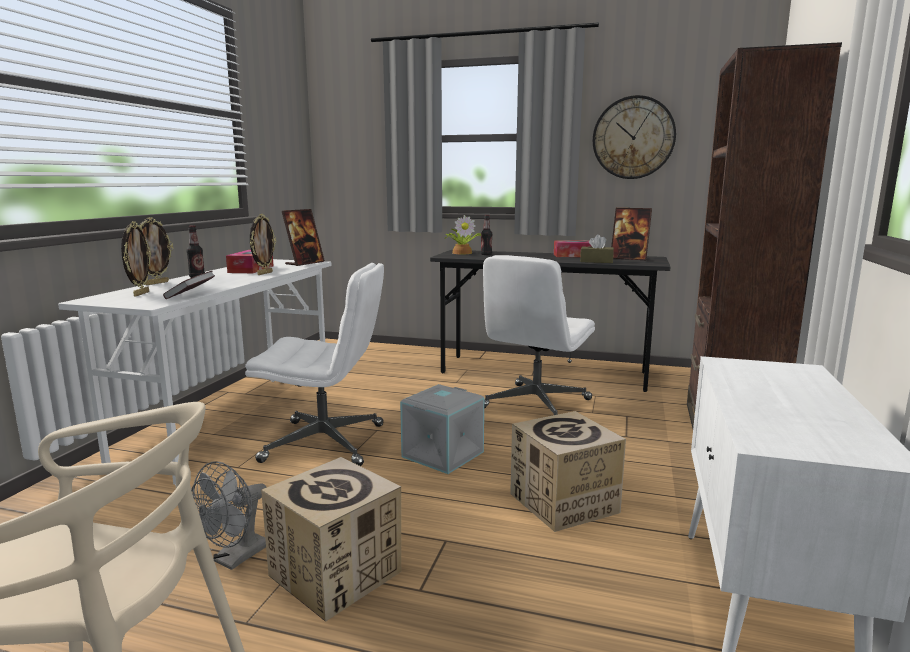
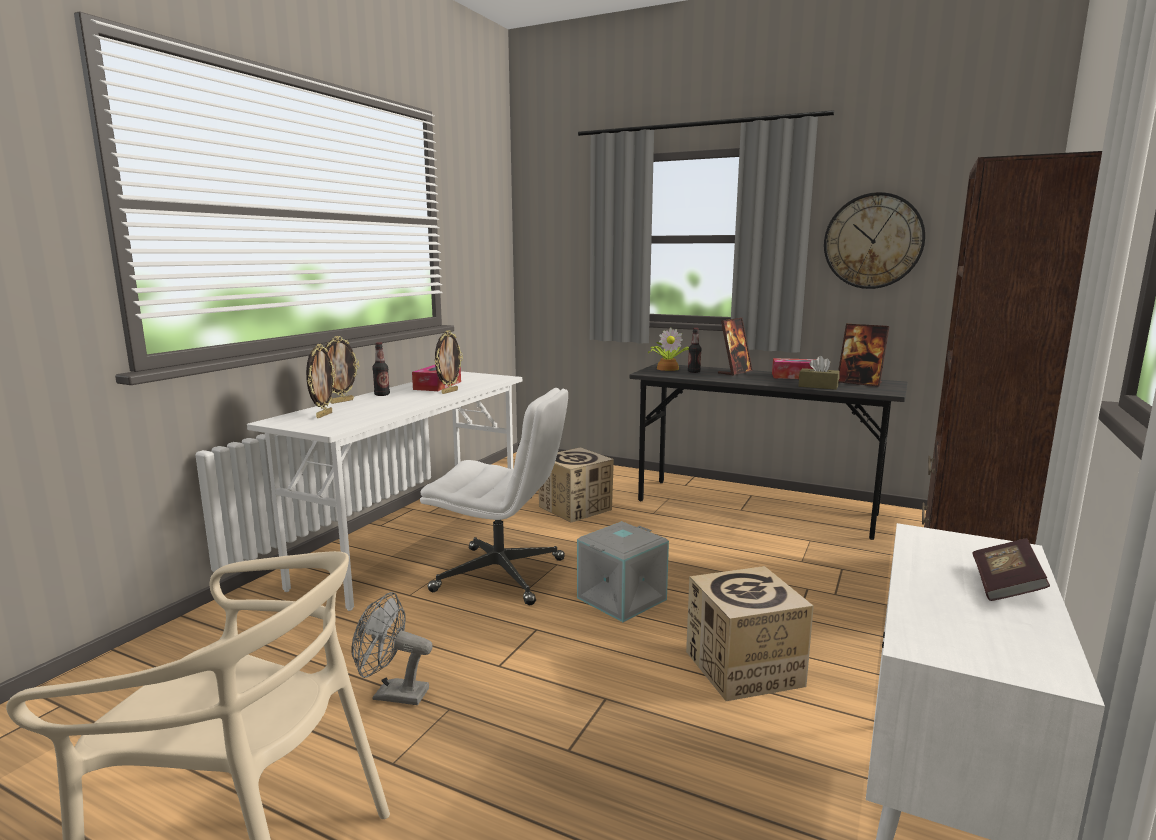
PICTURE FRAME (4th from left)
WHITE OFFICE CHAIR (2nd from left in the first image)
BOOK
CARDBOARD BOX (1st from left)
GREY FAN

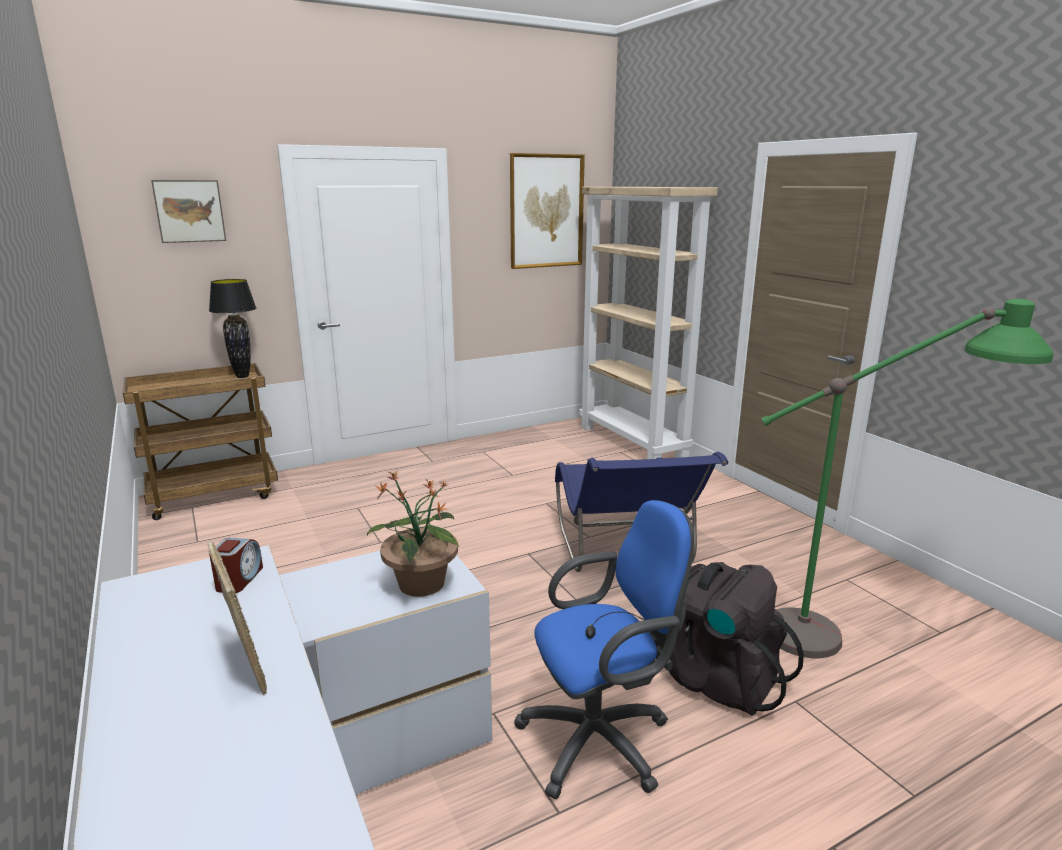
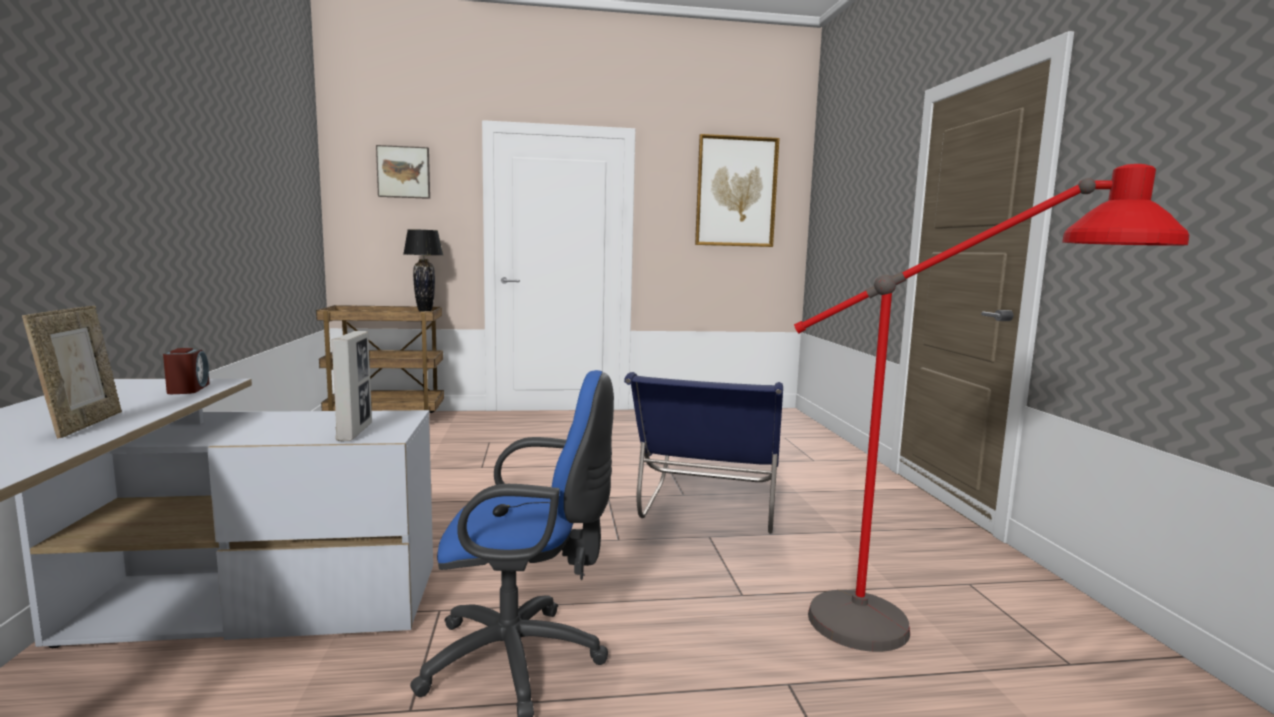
BEIGE BOOKCASE
RED FLOOR LAMP
PICTURE FRAME (2nd from left)
ALARM CLOCK
BLACK BACKPACK

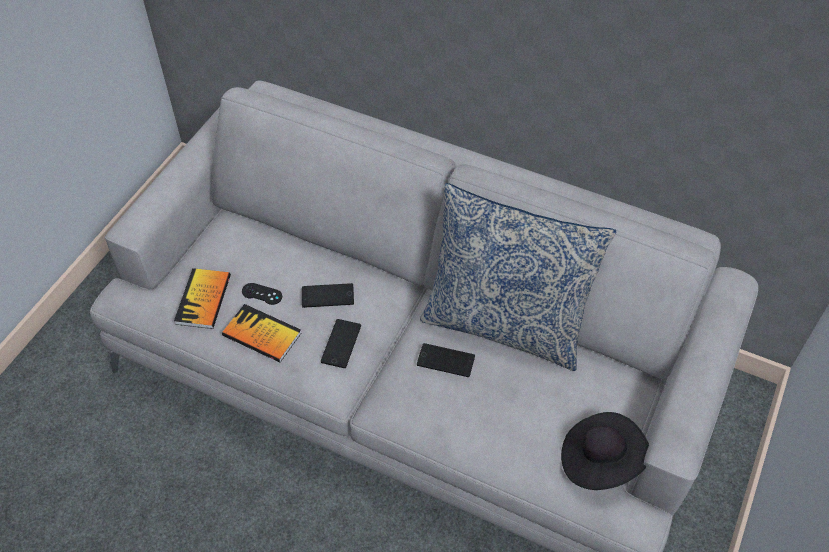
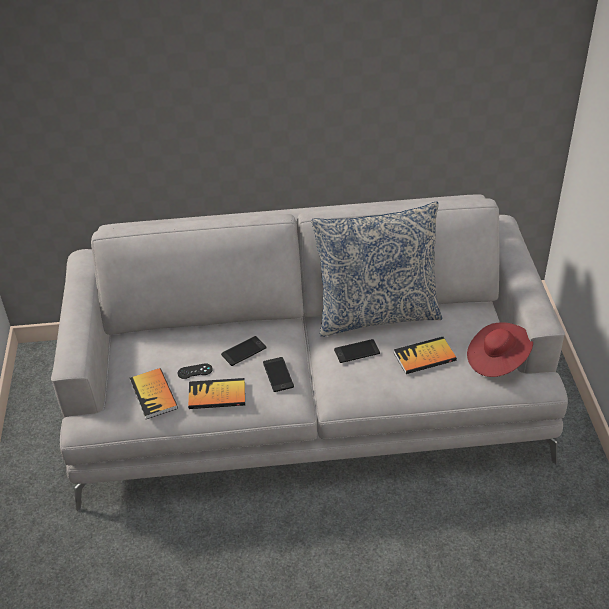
RED HAT
BOOK (3rd from left)

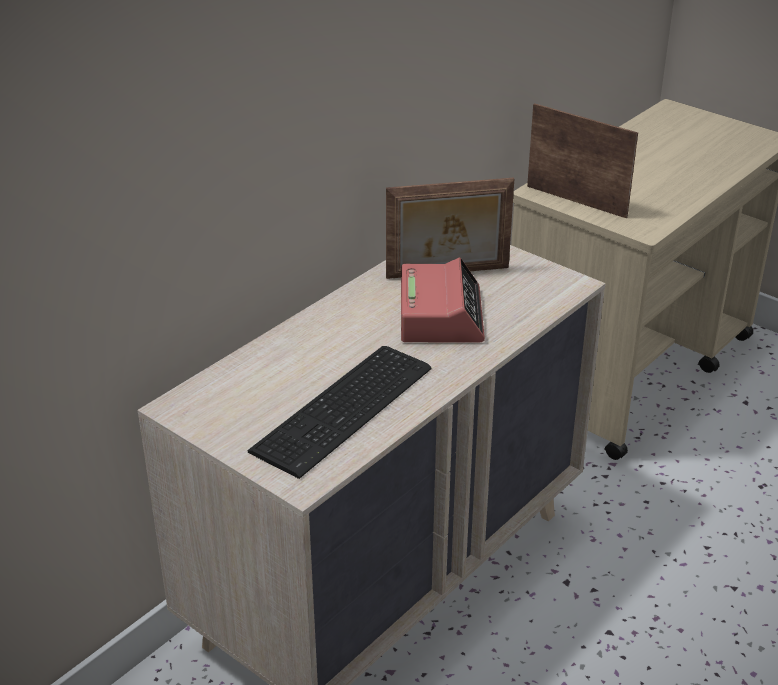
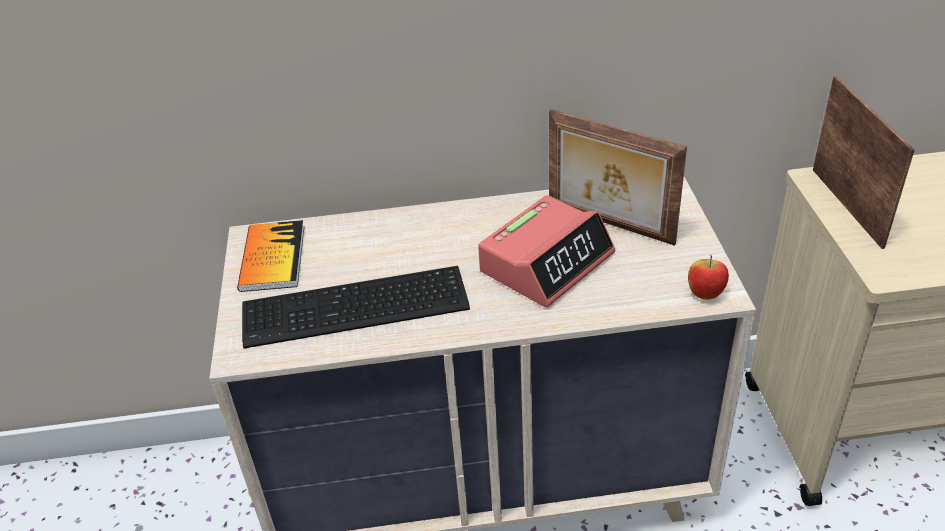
BOOK
APPLE

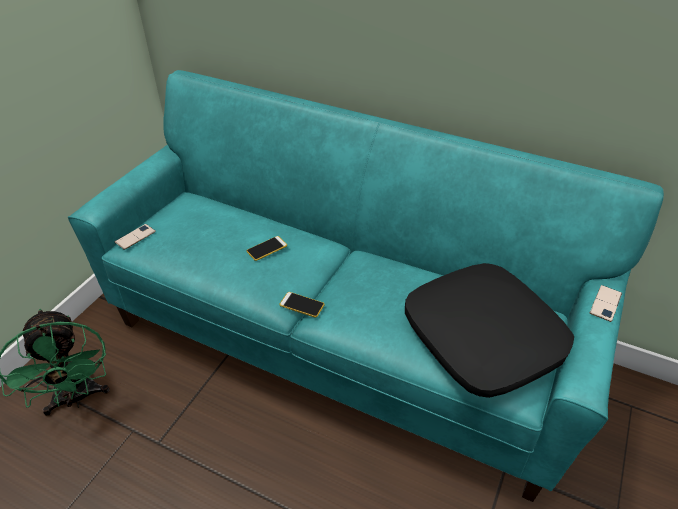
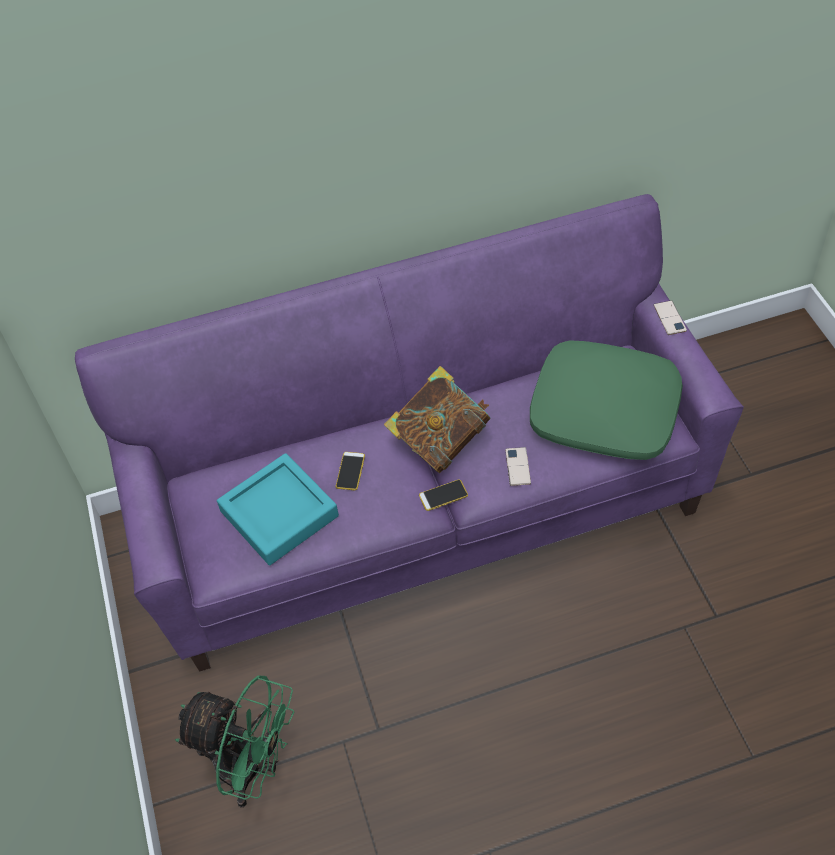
PURPLE SOFA
PHONE (3rd from left)
GREEN PILLOW
BOOK
TURQUOISE TRAY

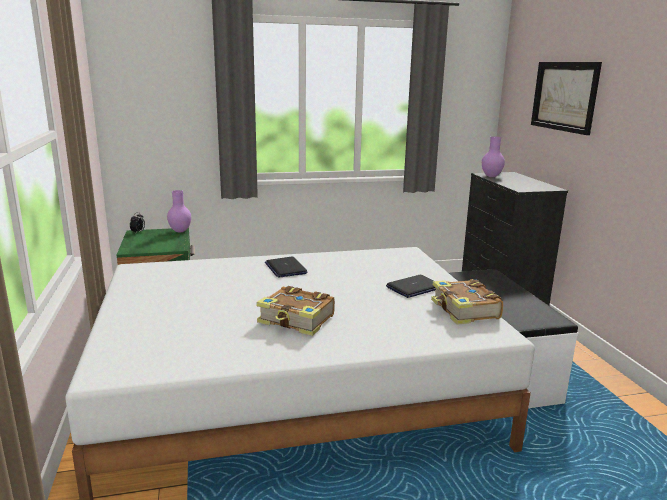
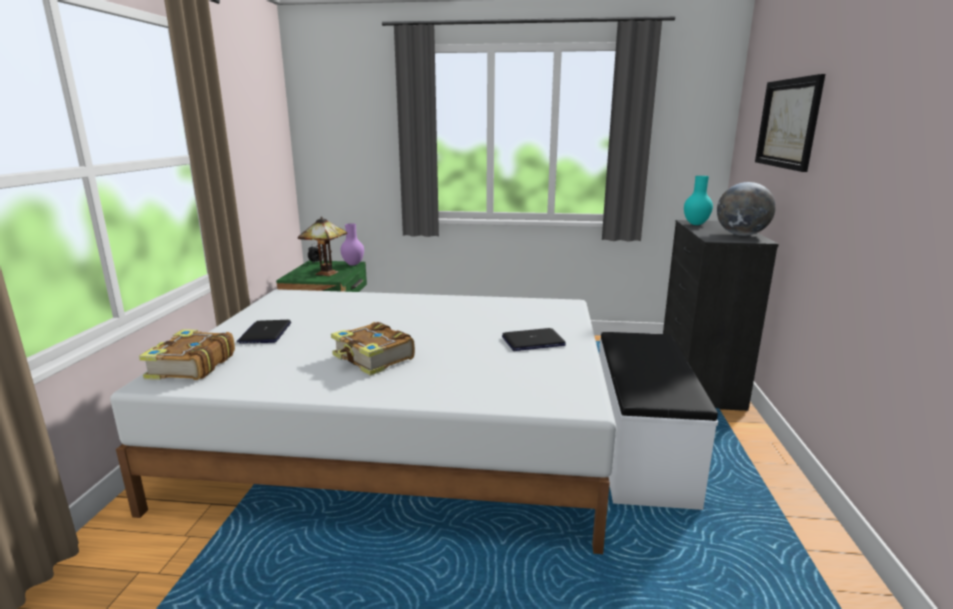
TURQUOISE VASE
LAPTOP (1st from left)
BOOK (1st from left)
GLOBE
TABLE LAMP

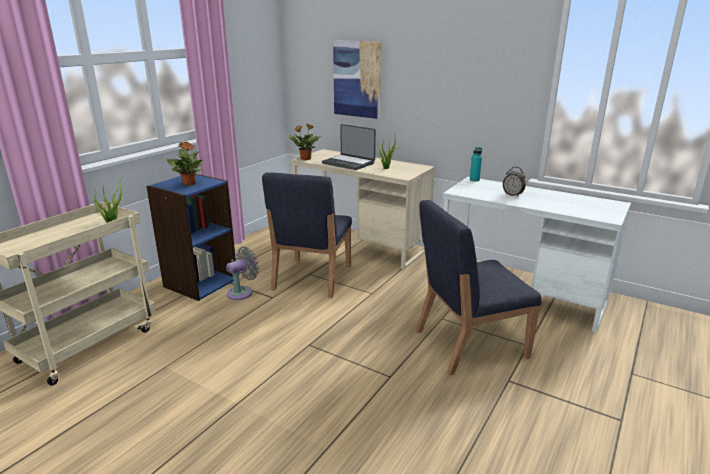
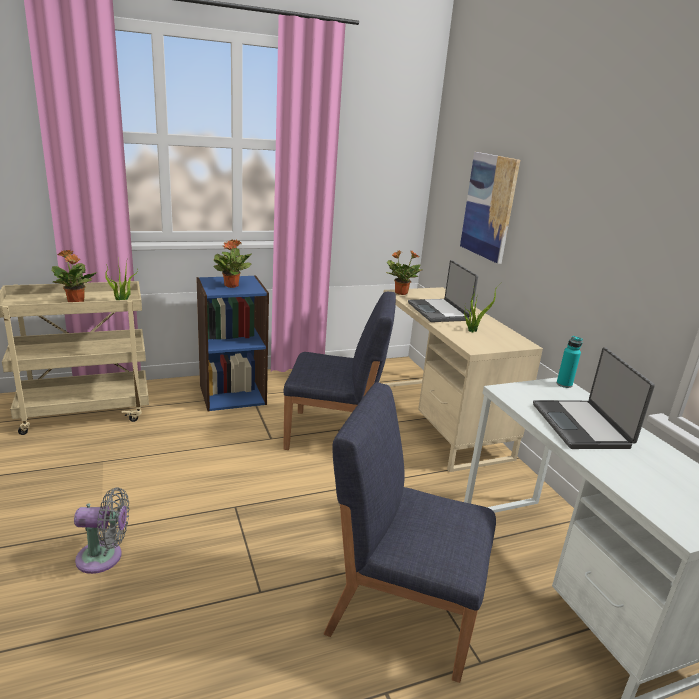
LAPTOP (2nd from left)
BLUE CHAIR (1st from left)
GREY FAN
POTTED PLANT (1st from left)

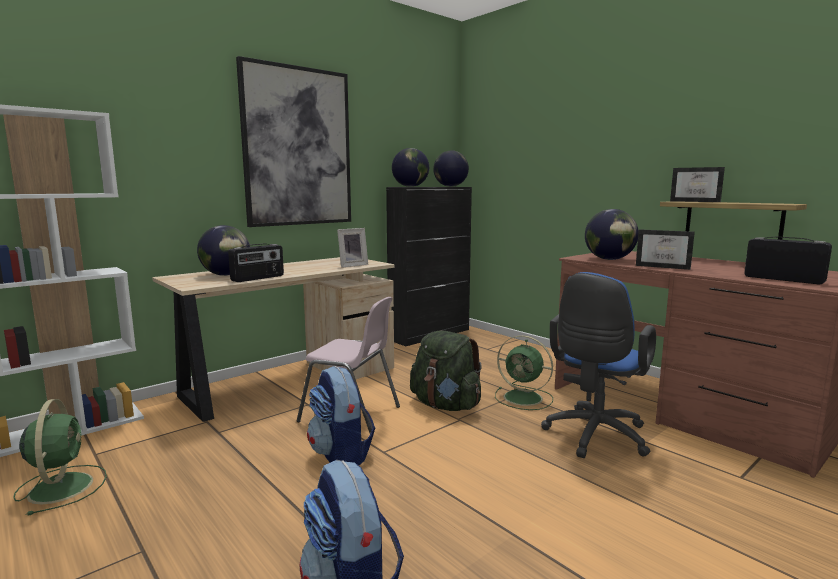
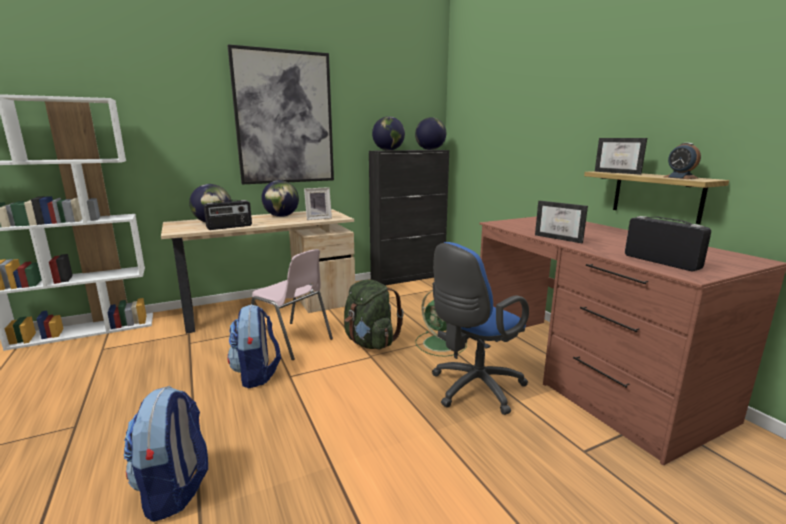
GLOBE (2nd from left)
GREEN FAN (1st from left in the first image)
ALARM CLOCK

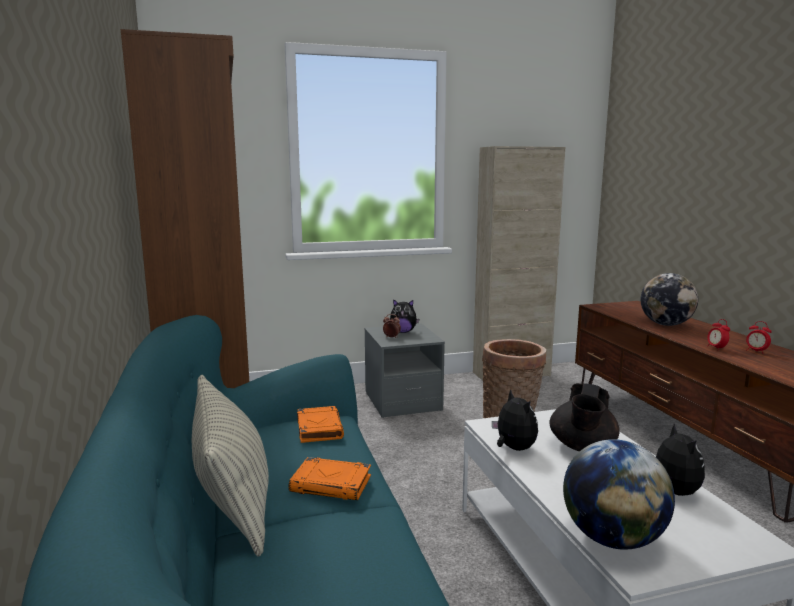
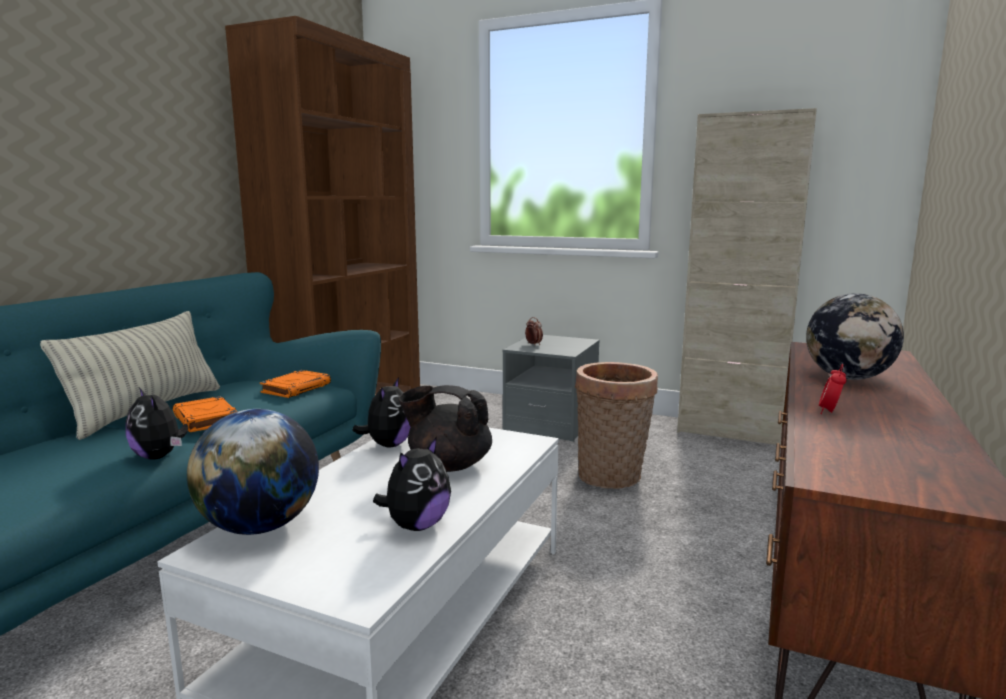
PLUSH TOY (1st from left)
ALARM CLOCK (3rd from left in the first image)
BLACK TEAPOT

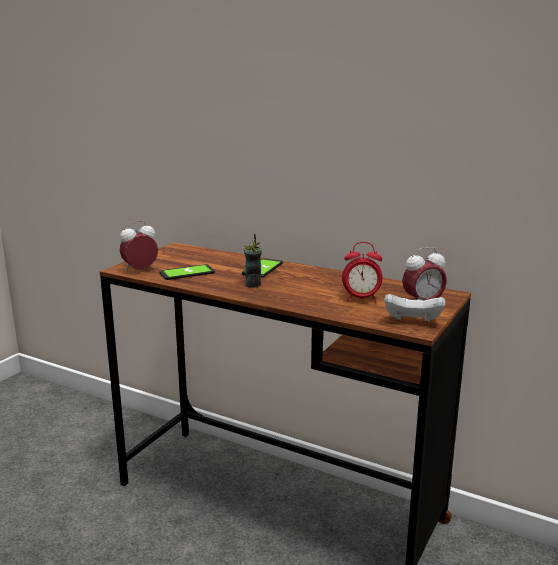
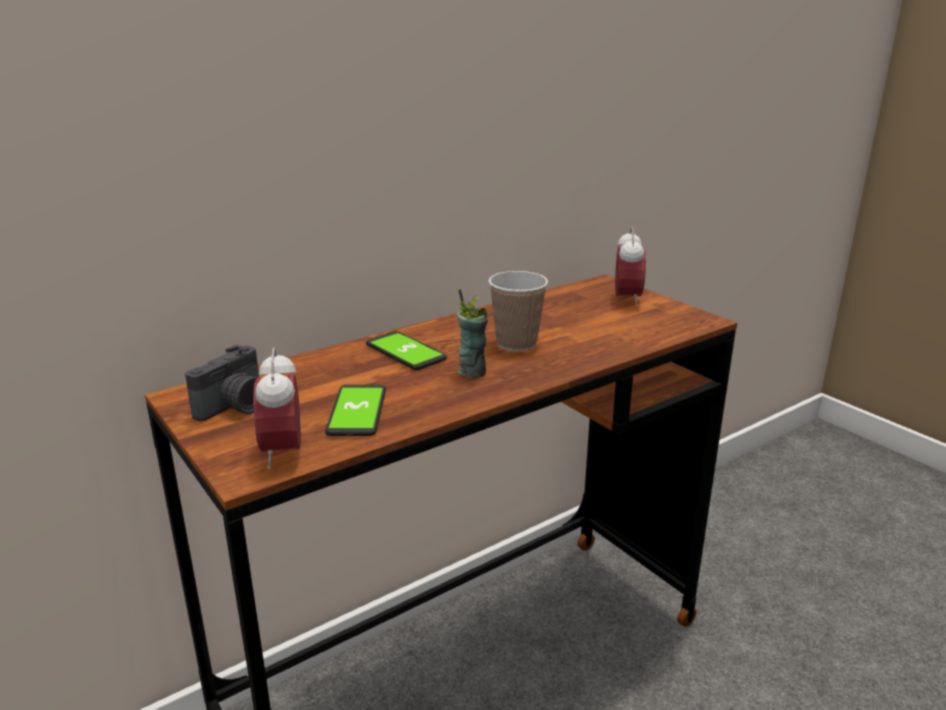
ALARM CLOCK (2nd from left in the first image)
WHITE GAME CONTROLLER
CUP (2nd from left)
PHOTO CAMERA

